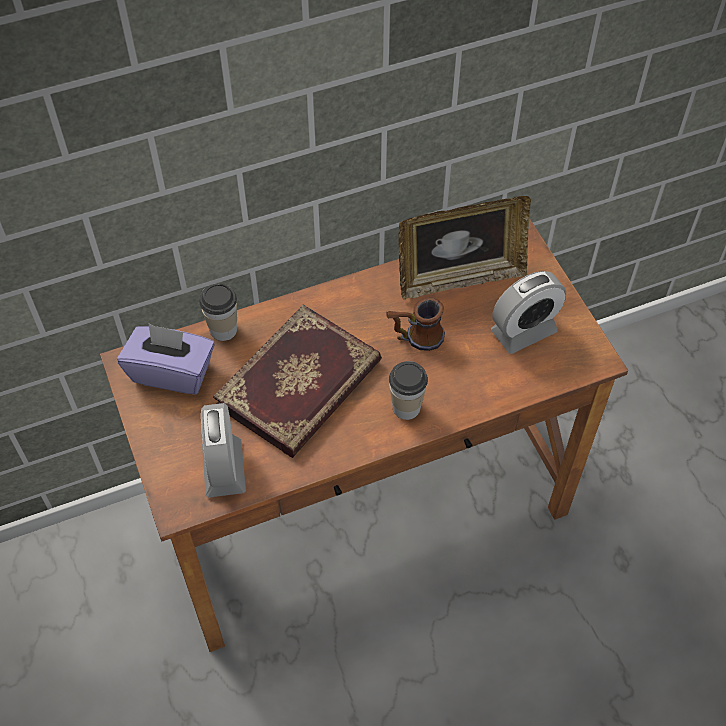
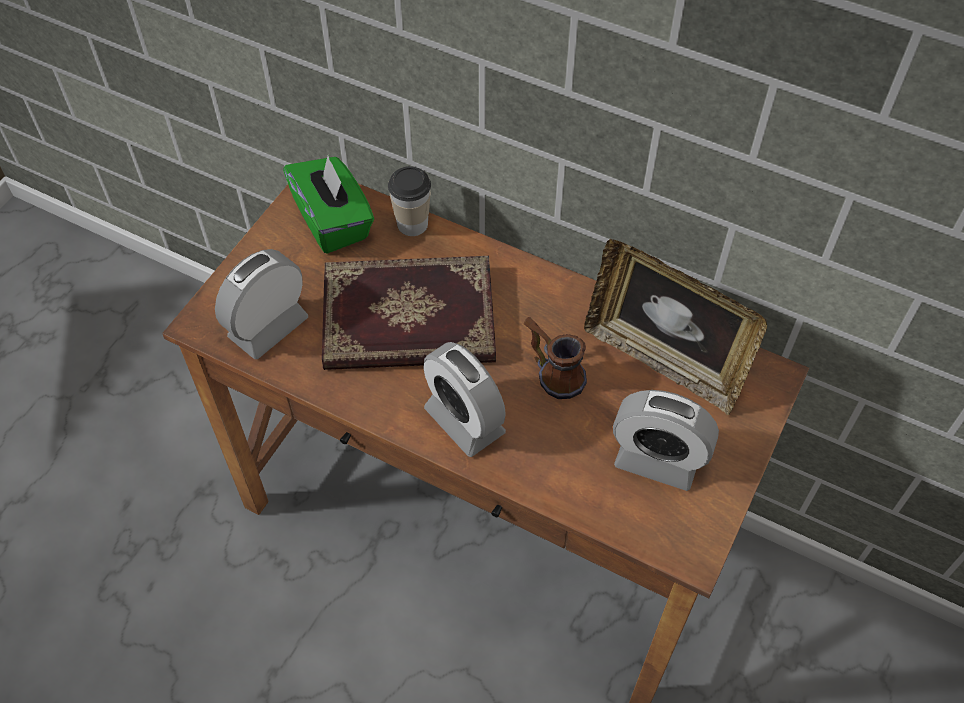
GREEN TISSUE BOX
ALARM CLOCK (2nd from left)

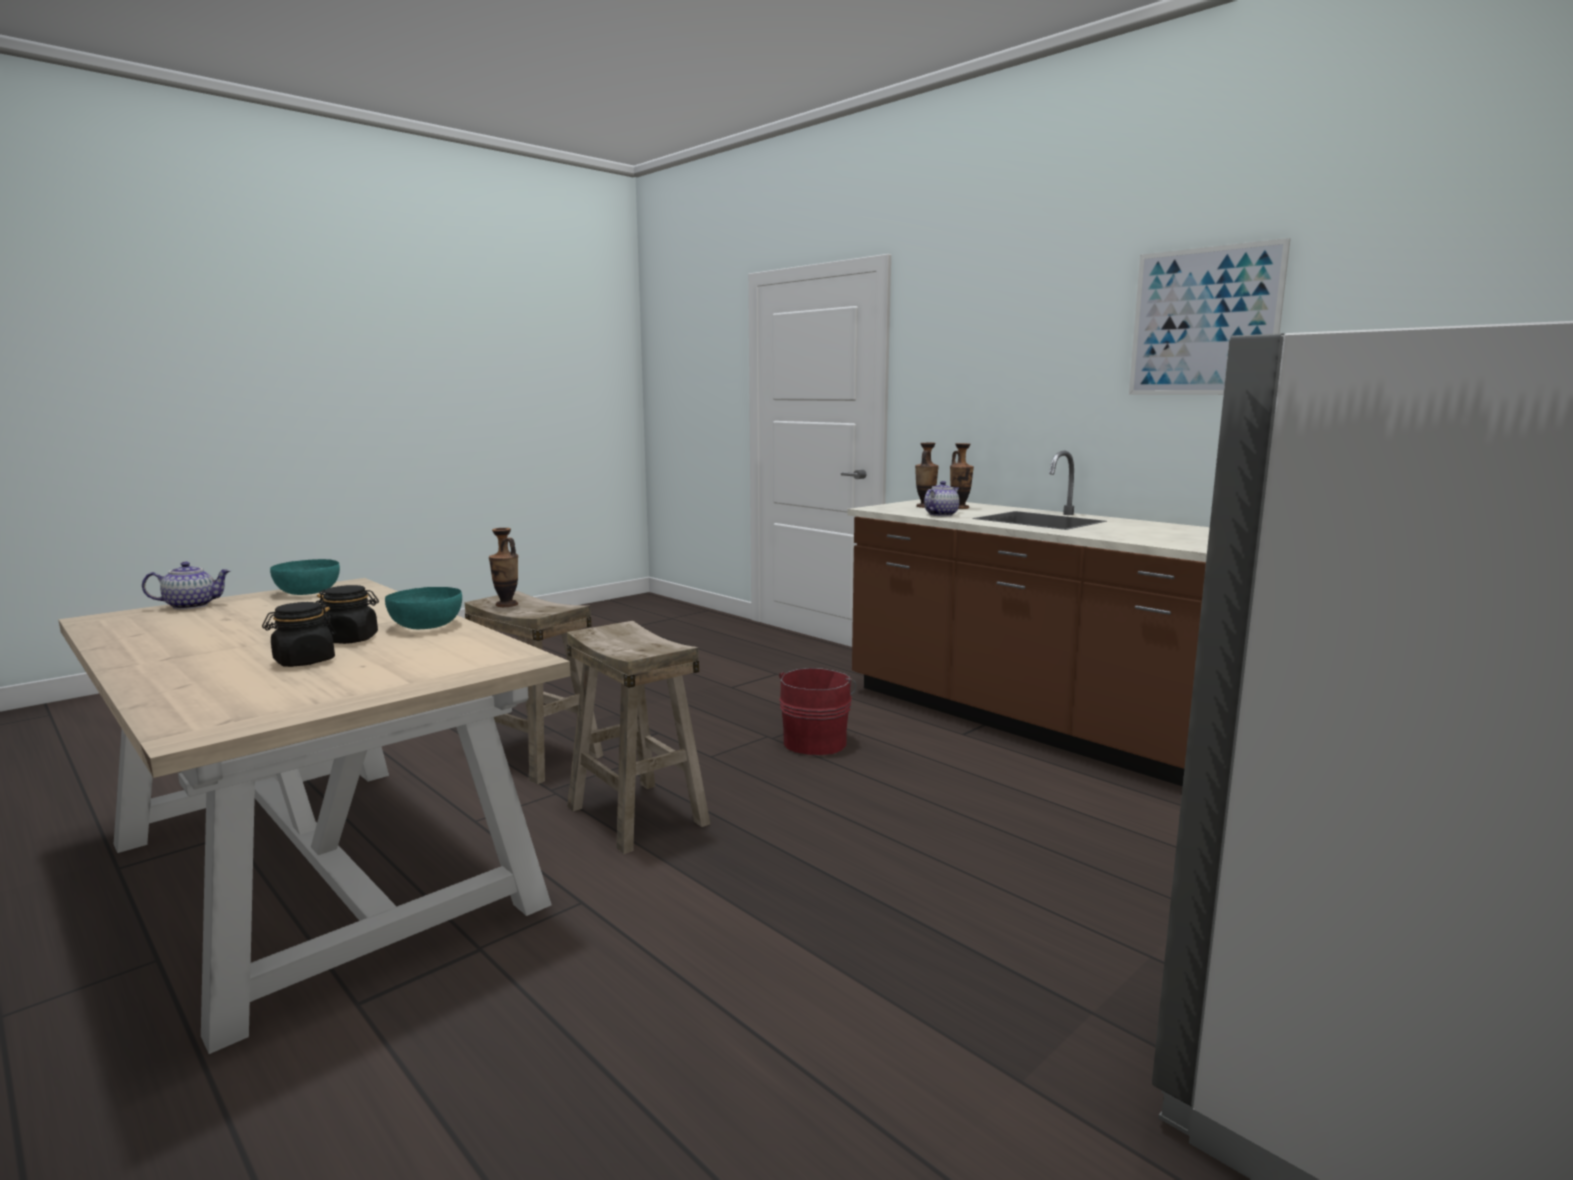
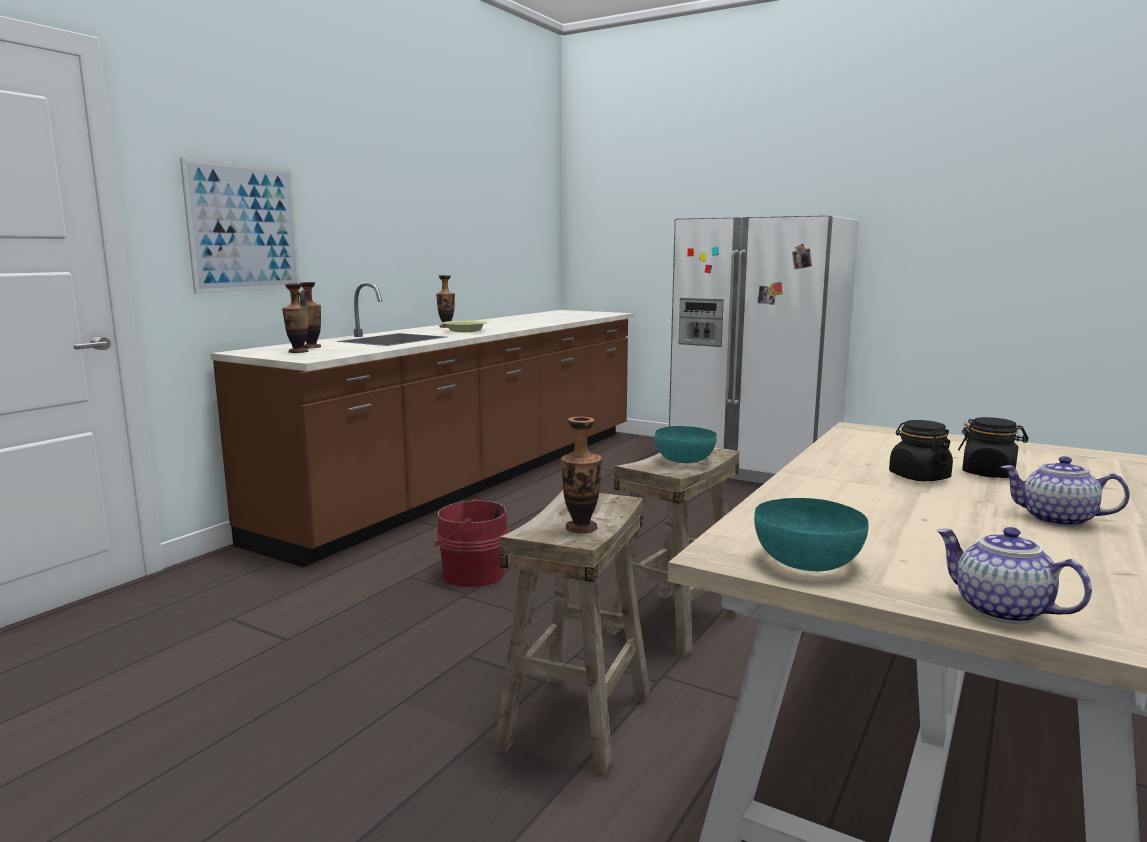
PICTURE
TEAPOT (2nd from left)
TURQUOISE BOWL (1st from left)
VASE (3rd from left)
YELLOW BOWL

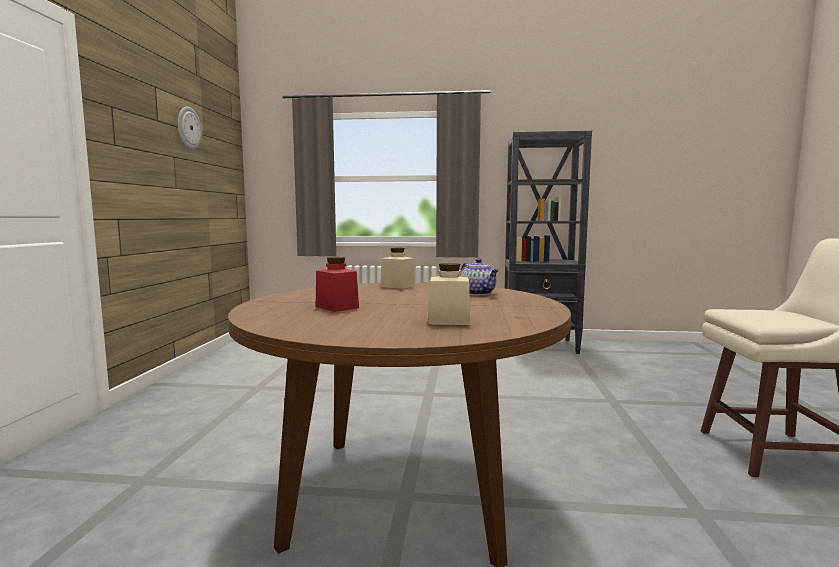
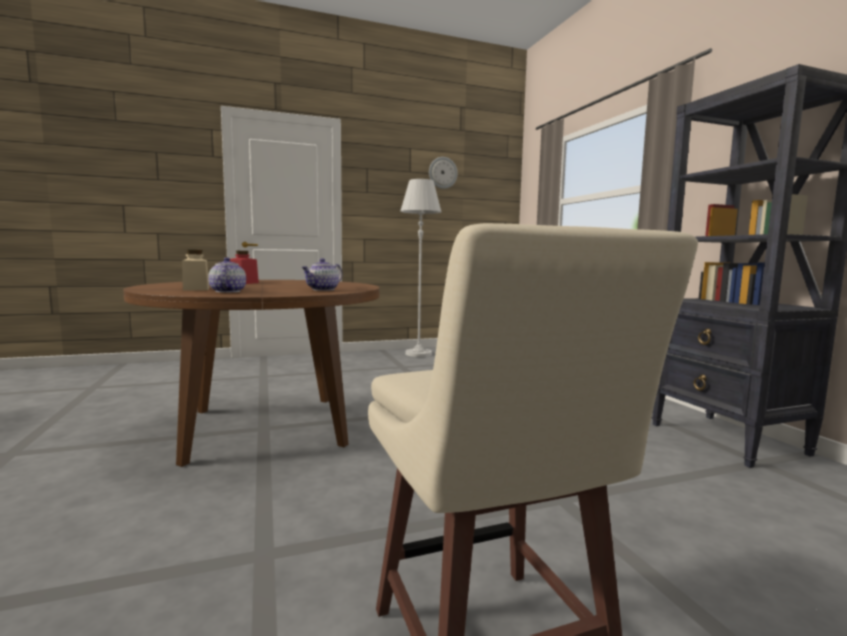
BEIGE JAR (1st from left in the first image)
WHITE FLOOR LAMP
TEAPOT (1st from left)

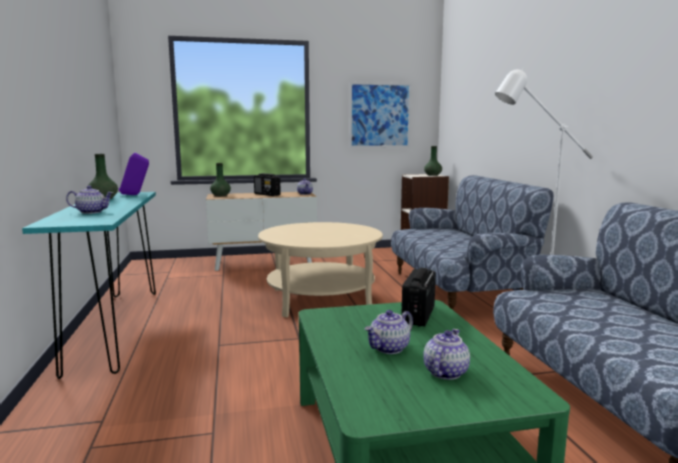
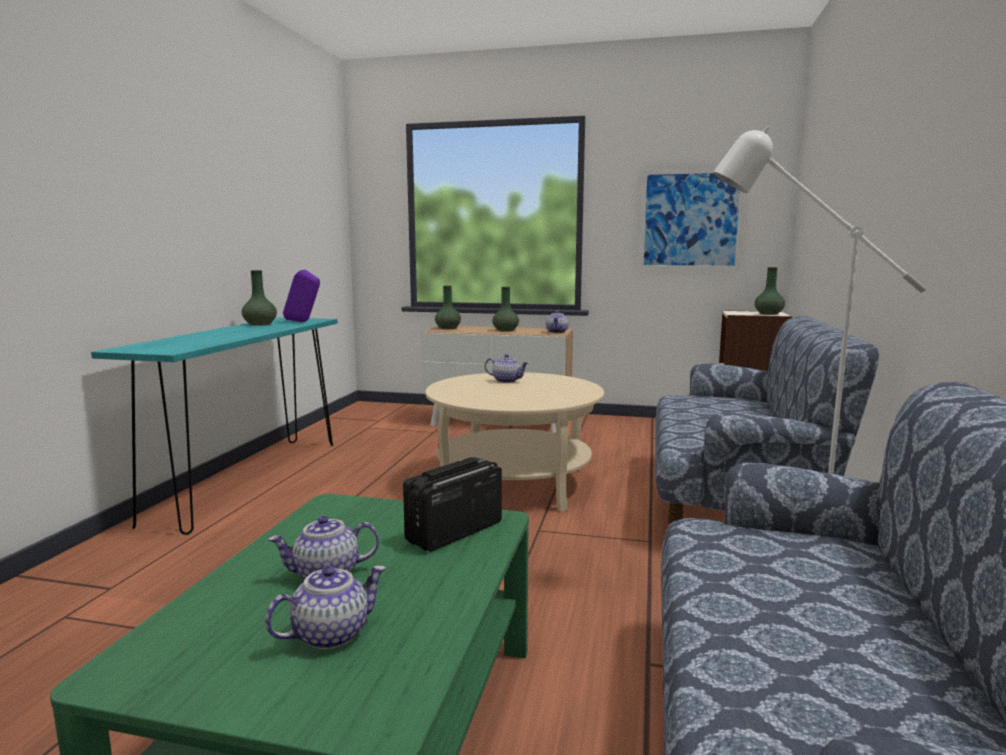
GREEN VASE (3rd from left)
TEAPOT (3rd from left)

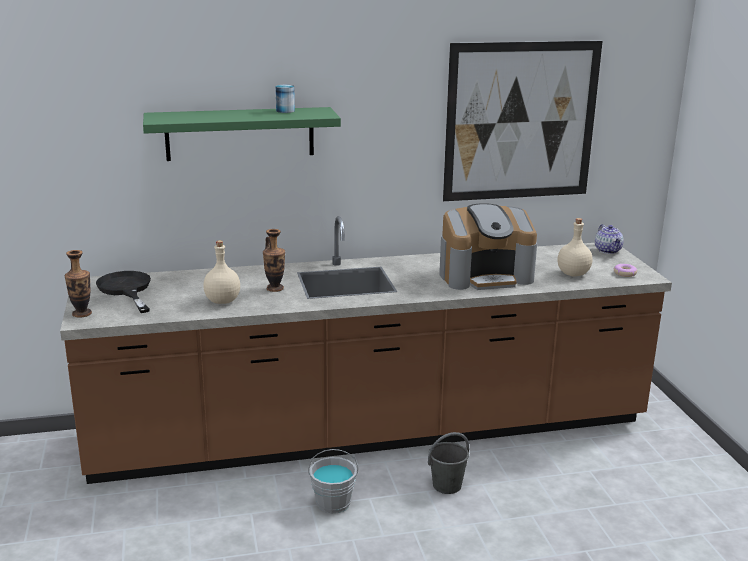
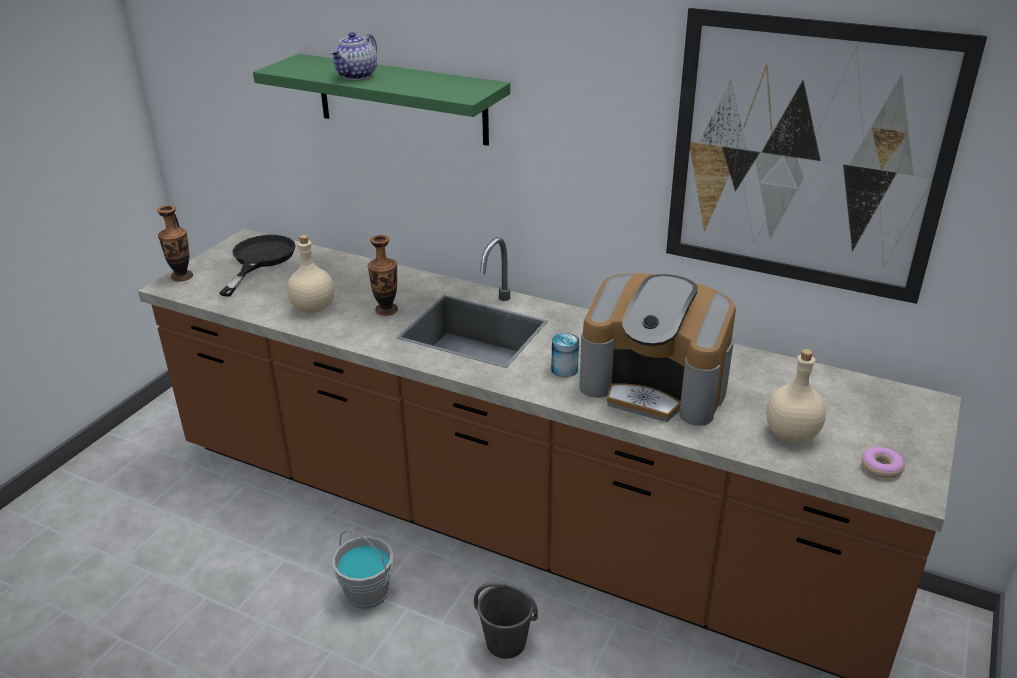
CAN
TEAPOT

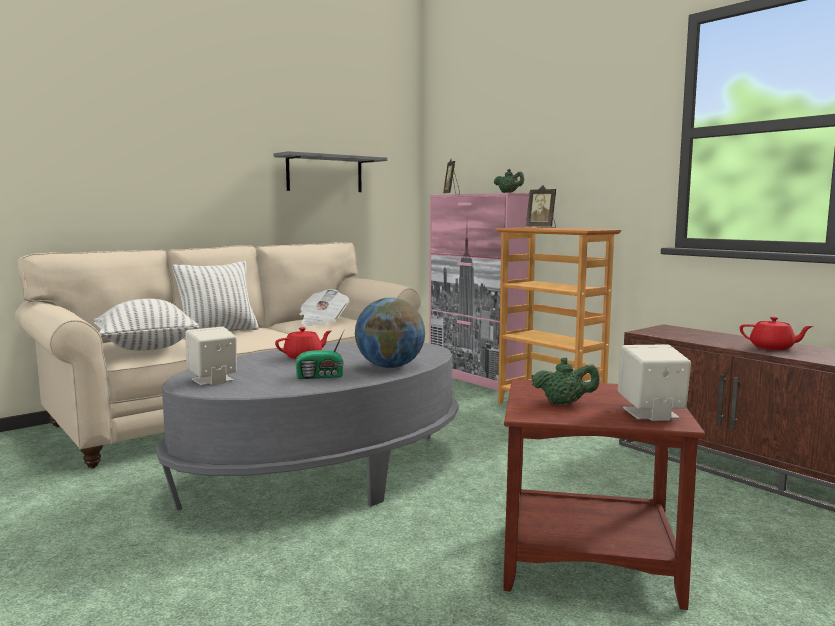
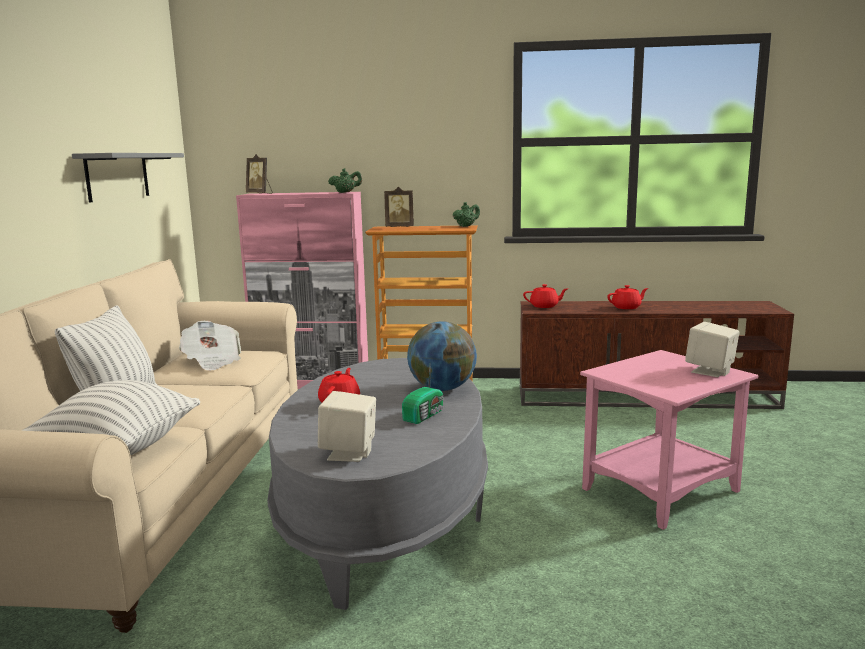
GREEN TEAPOT (2nd from left)
PINK SIDE TABLE
RED TEAPOT (2nd from left)

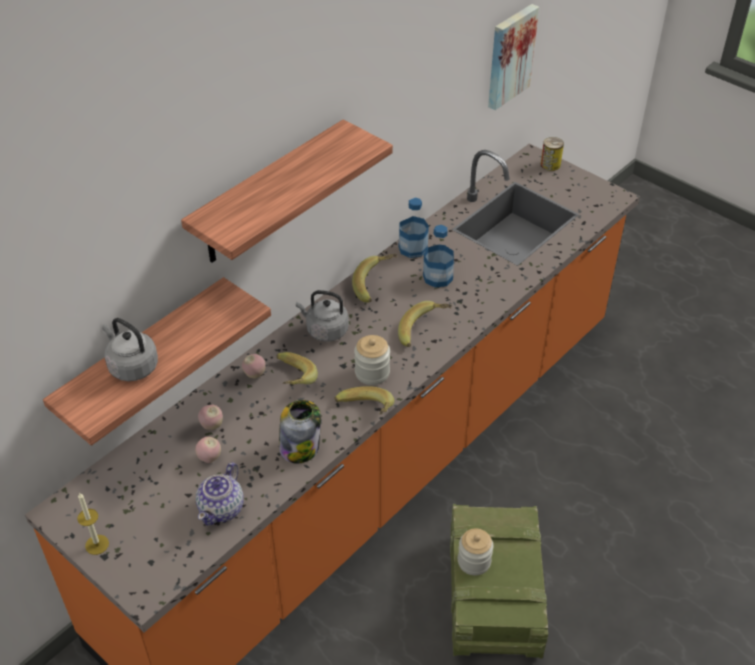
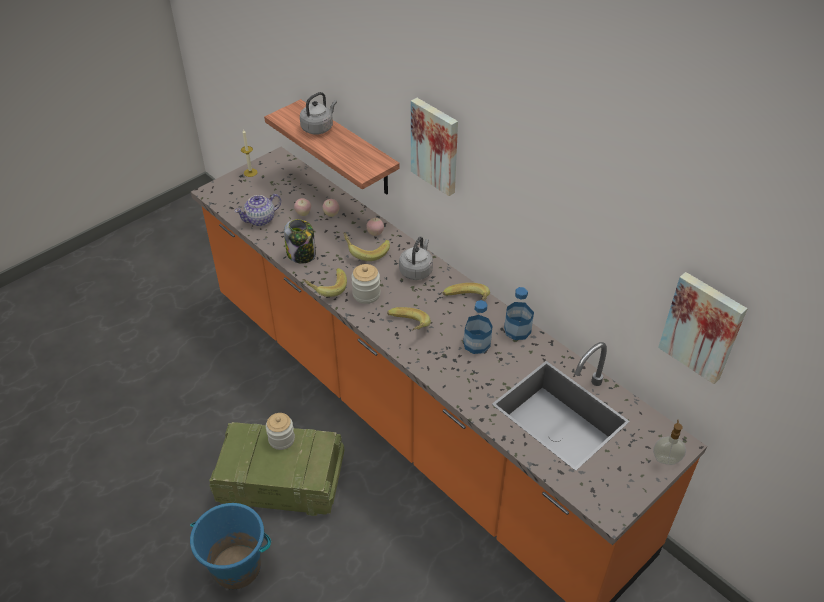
PICTURE (1st from left)
SOAP DISPENSER
TEAPOT
BLUE BUCKET

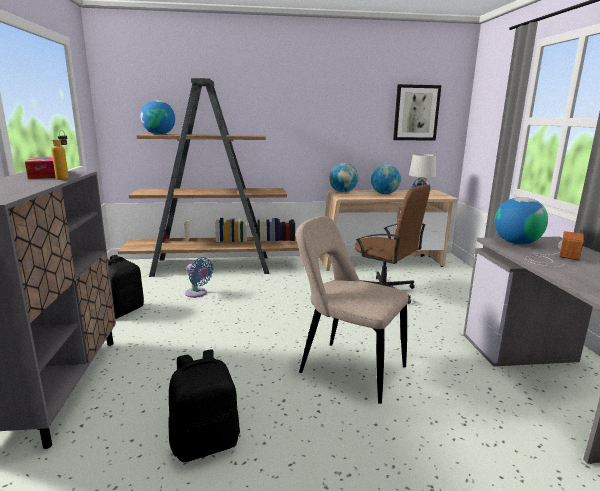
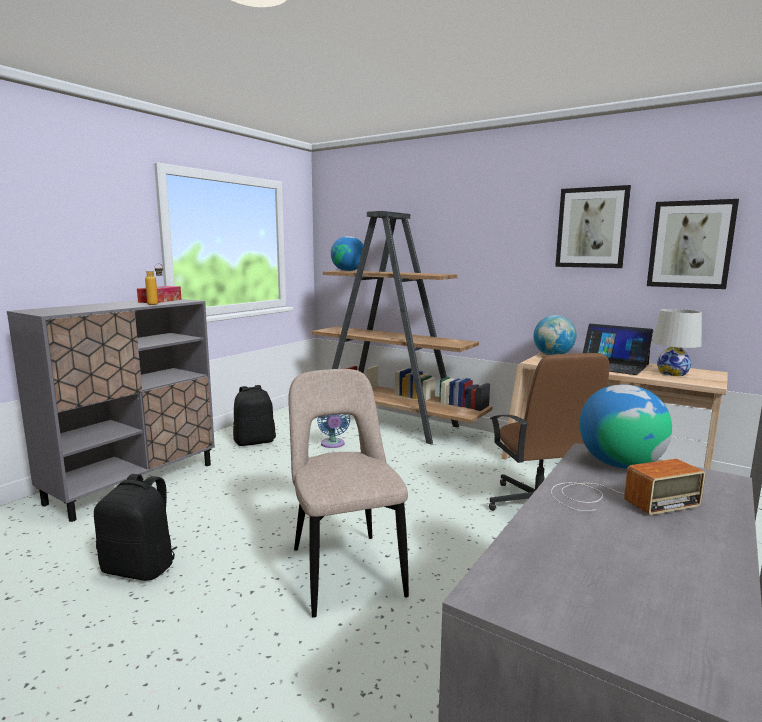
LAPTOP
PICTURE (1st from left)

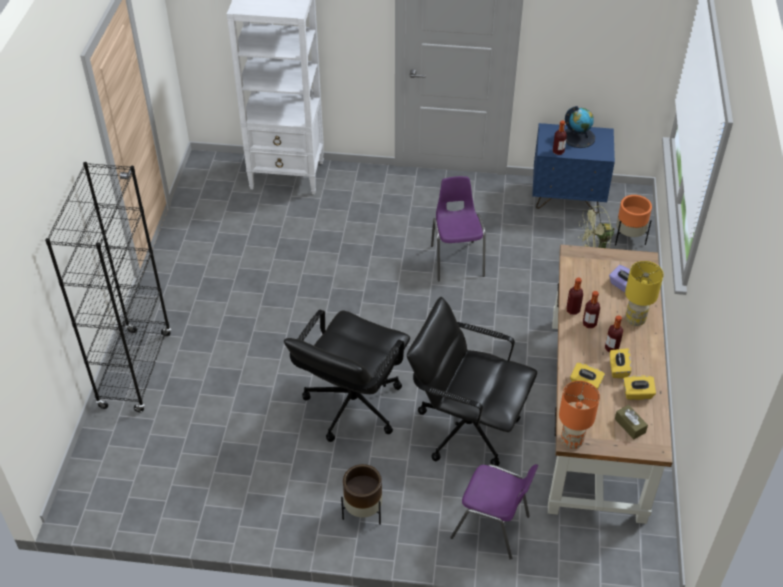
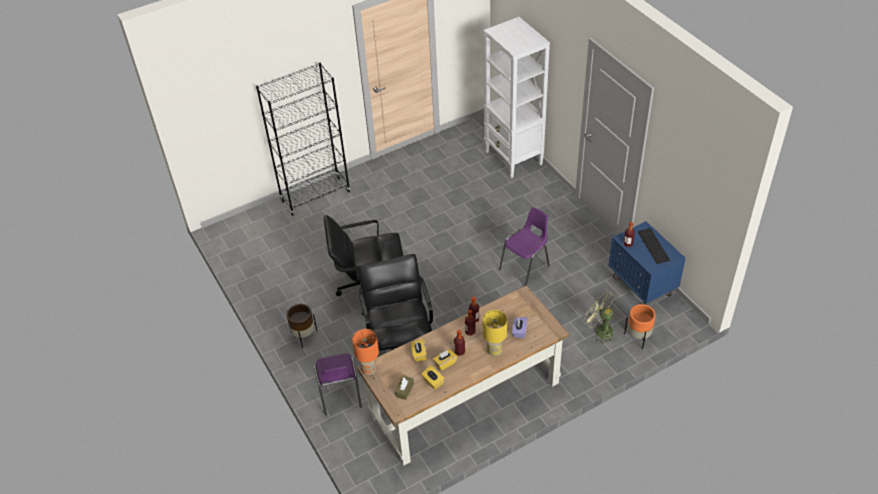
KEYBOARD

